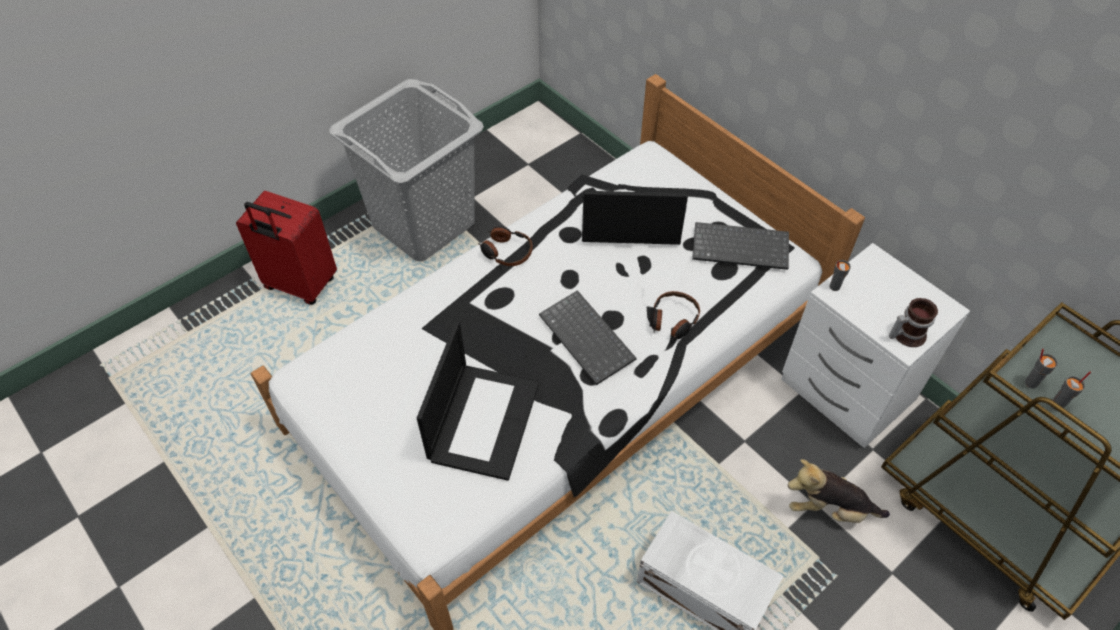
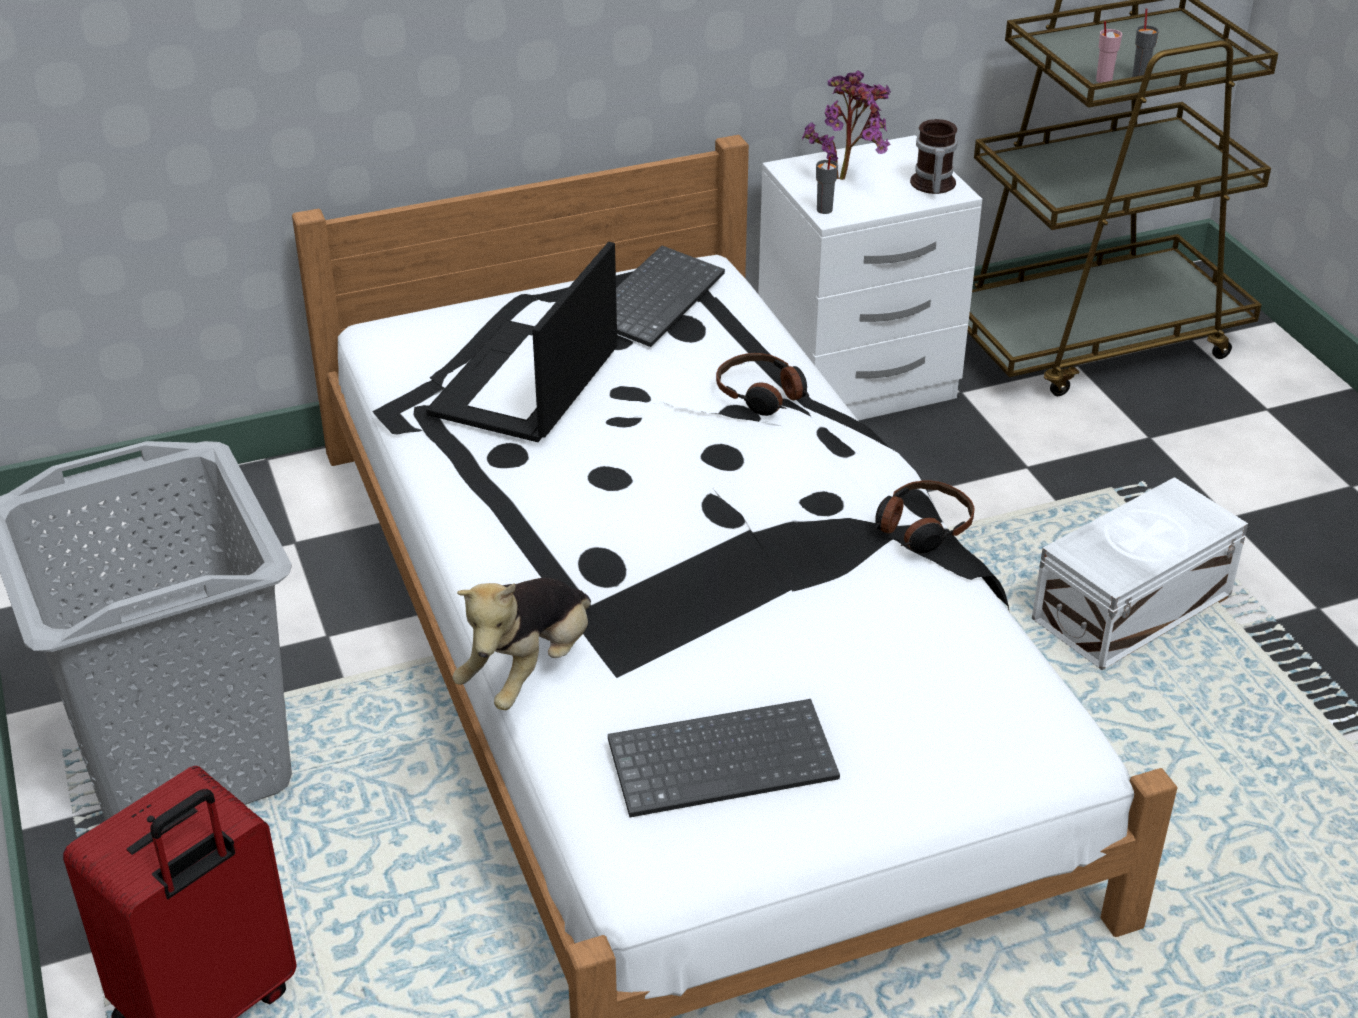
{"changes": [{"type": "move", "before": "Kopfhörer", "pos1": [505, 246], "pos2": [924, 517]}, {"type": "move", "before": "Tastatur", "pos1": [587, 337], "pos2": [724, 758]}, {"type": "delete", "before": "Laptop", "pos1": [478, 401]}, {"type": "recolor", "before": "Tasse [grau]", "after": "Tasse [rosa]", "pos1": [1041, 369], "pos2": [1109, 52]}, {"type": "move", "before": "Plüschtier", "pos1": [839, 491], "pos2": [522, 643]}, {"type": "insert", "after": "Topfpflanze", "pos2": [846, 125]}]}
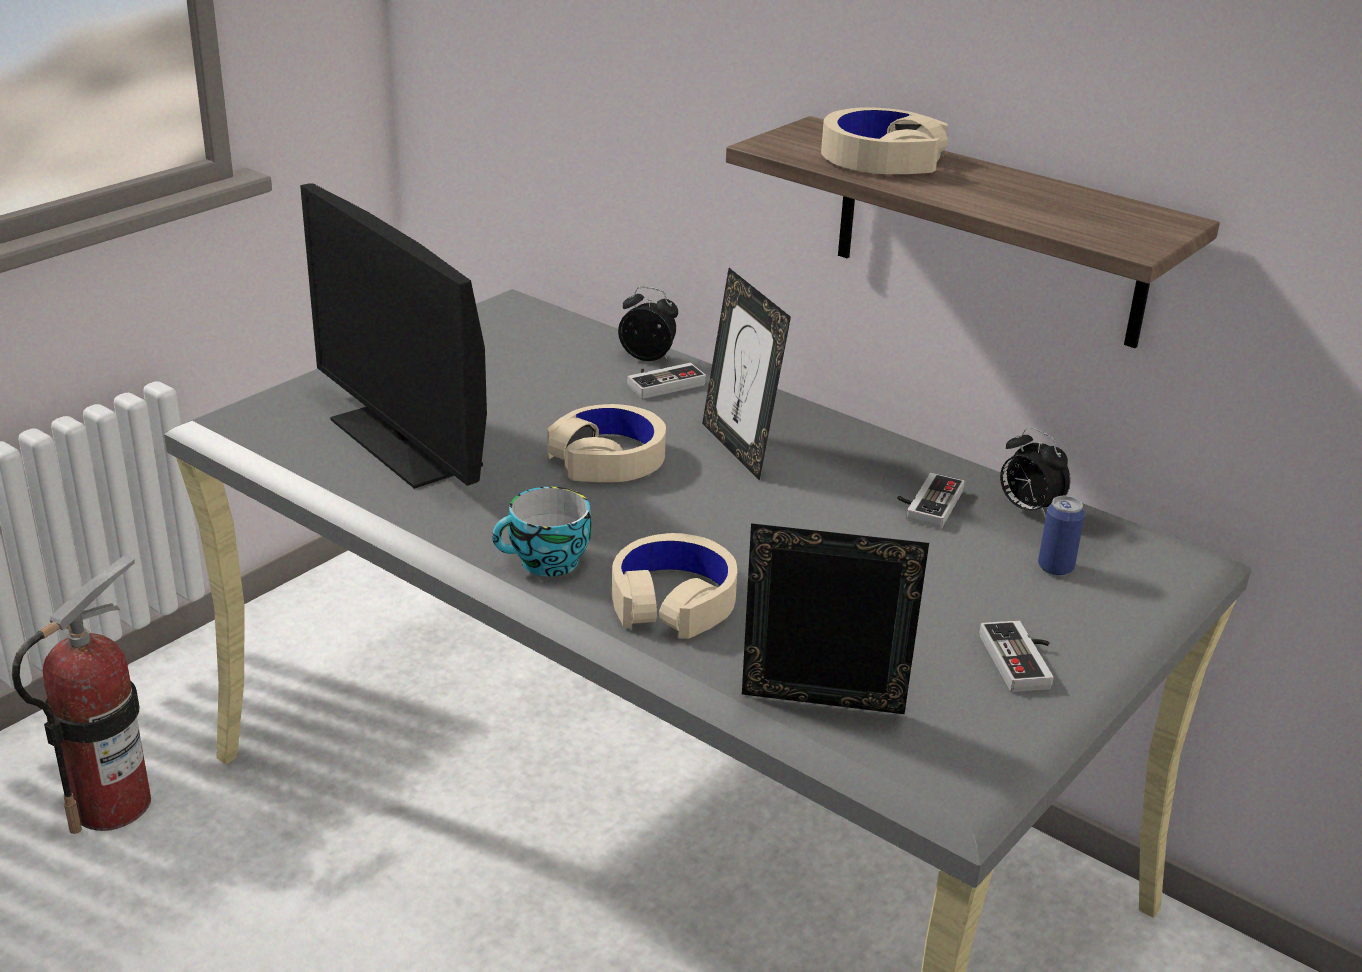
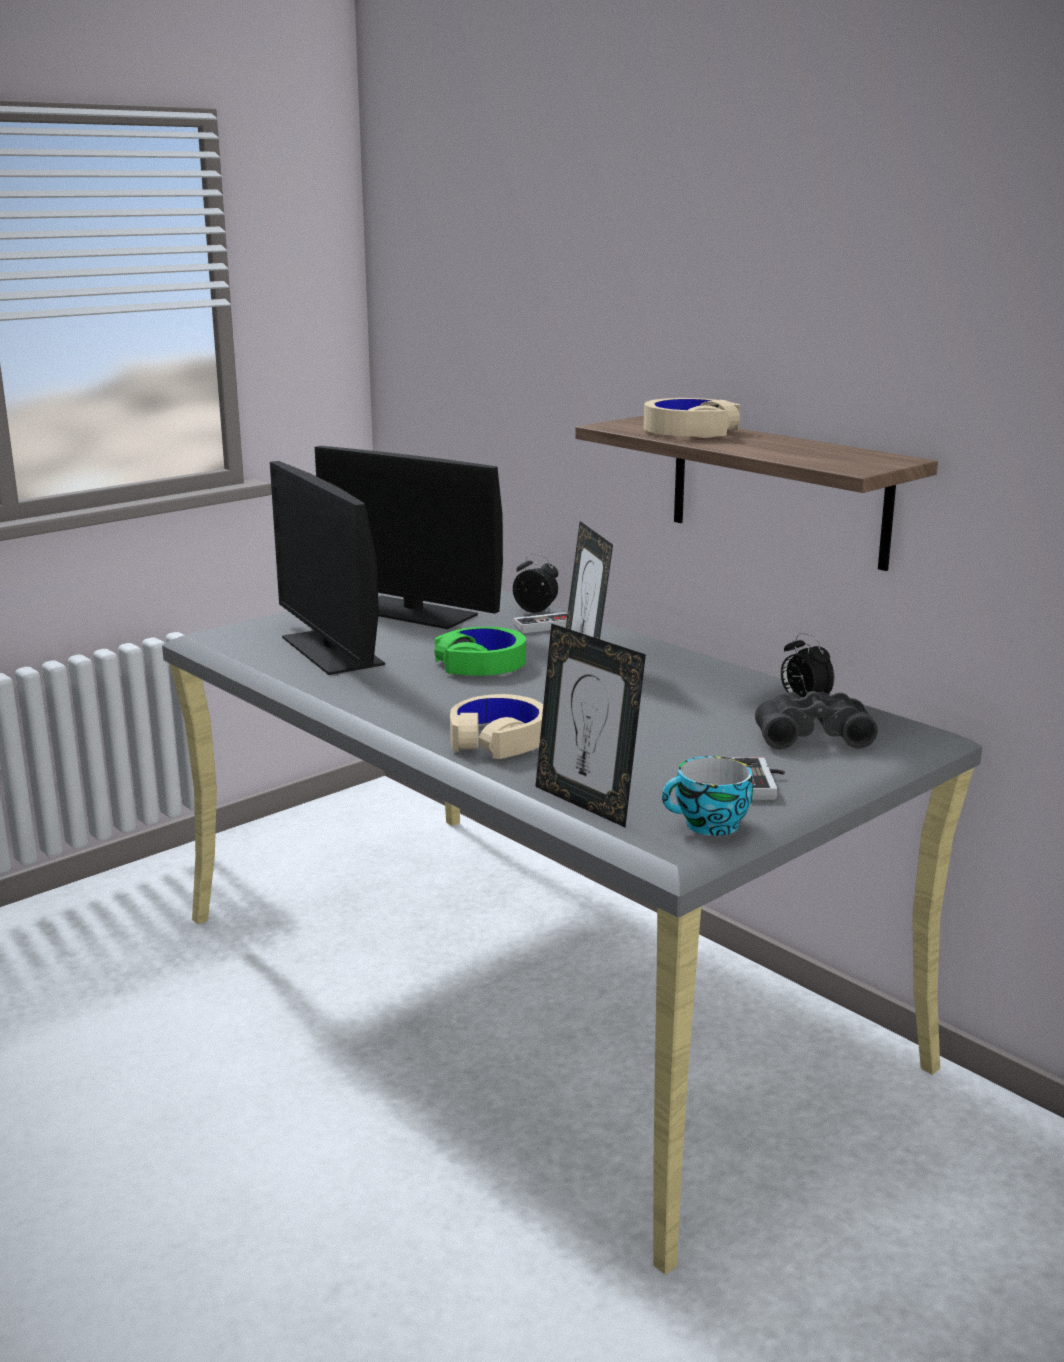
{"changes": [{"type": "recolor", "before": "Kopfhörer [beige]", "after": "Kopfhörer [grün]", "pos1": [606, 443], "pos2": [480, 651]}, {"type": "delete", "before": "Gamepad", "pos1": [931, 501]}, {"type": "move", "before": "Tasse", "pos1": [542, 532], "pos2": [707, 796]}, {"type": "replace", "before": "Dose", "after": "Fernglas [schwarz]", "pos1": [1061, 536], "pos2": [816, 720]}, {"type": "rotate", "before": "Bilderrahmen", "pos1": [835, 618], "pos2": [590, 725], "turn": -150}, {"type": "delete", "before": "Feuerlöscher", "pos1": [81, 694]}, {"type": "insert", "after": "Monitor", "pos2": [409, 537]}]}
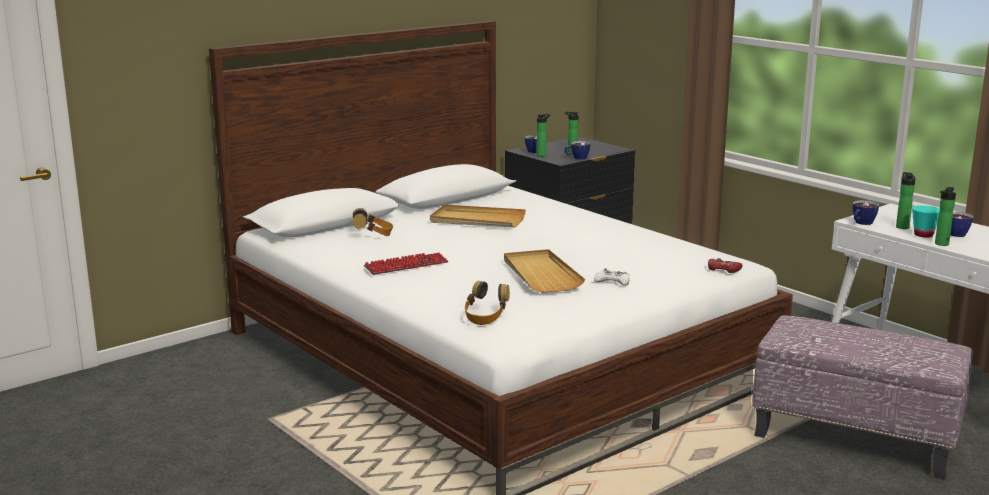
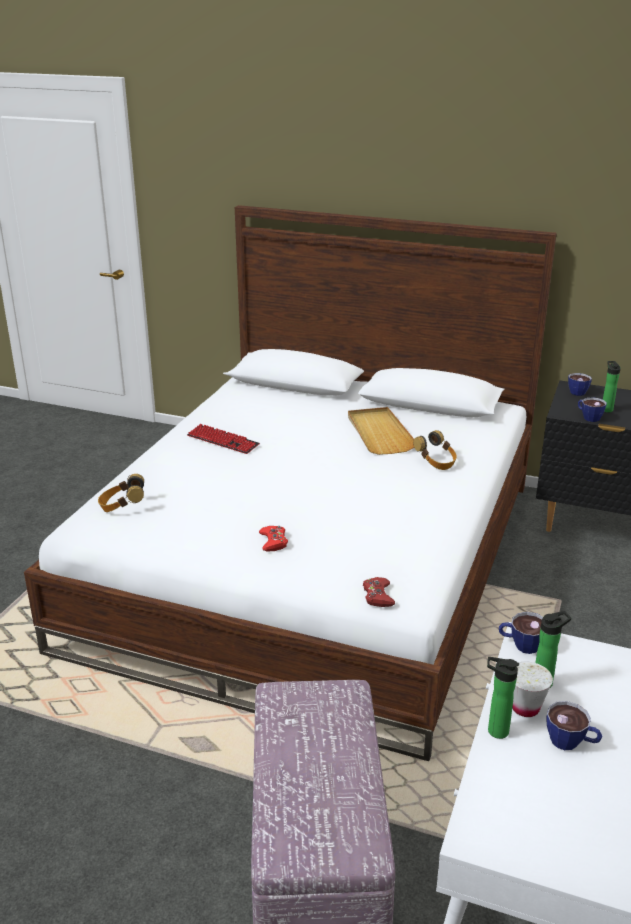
{"changes": [{"type": "delete", "before": "Flasche", "pos1": [543, 135]}, {"type": "recolor", "before": "Tasse [türkis]", "after": "Tasse [weiß]", "pos1": [926, 221], "pos2": [532, 689]}, {"type": "move", "before": "Kopfhörer", "pos1": [372, 222], "pos2": [435, 450]}, {"type": "delete", "before": "Tablett [beige]", "pos1": [544, 270]}, {"type": "recolor", "before": "Gamepad [weiß]", "after": "Gamepad [rot]", "pos1": [612, 277], "pos2": [273, 539]}]}
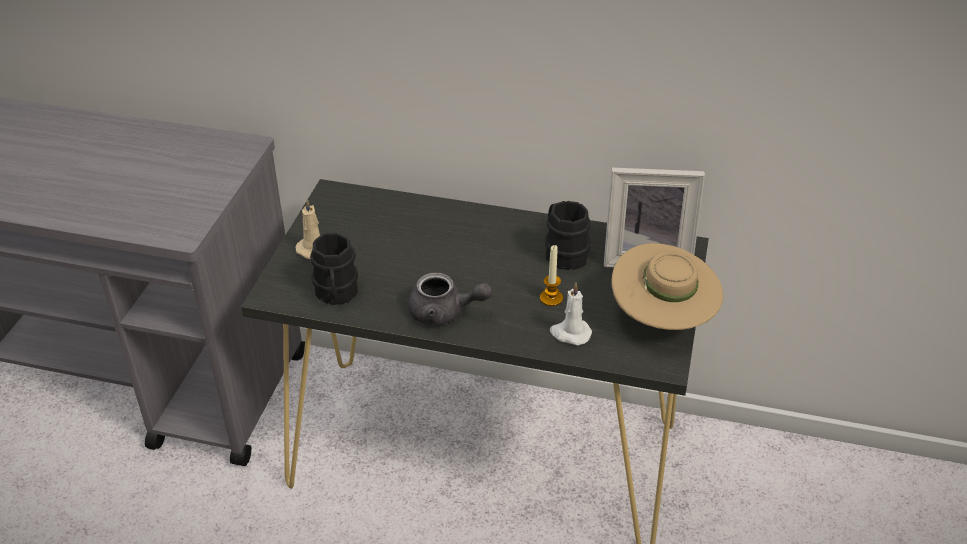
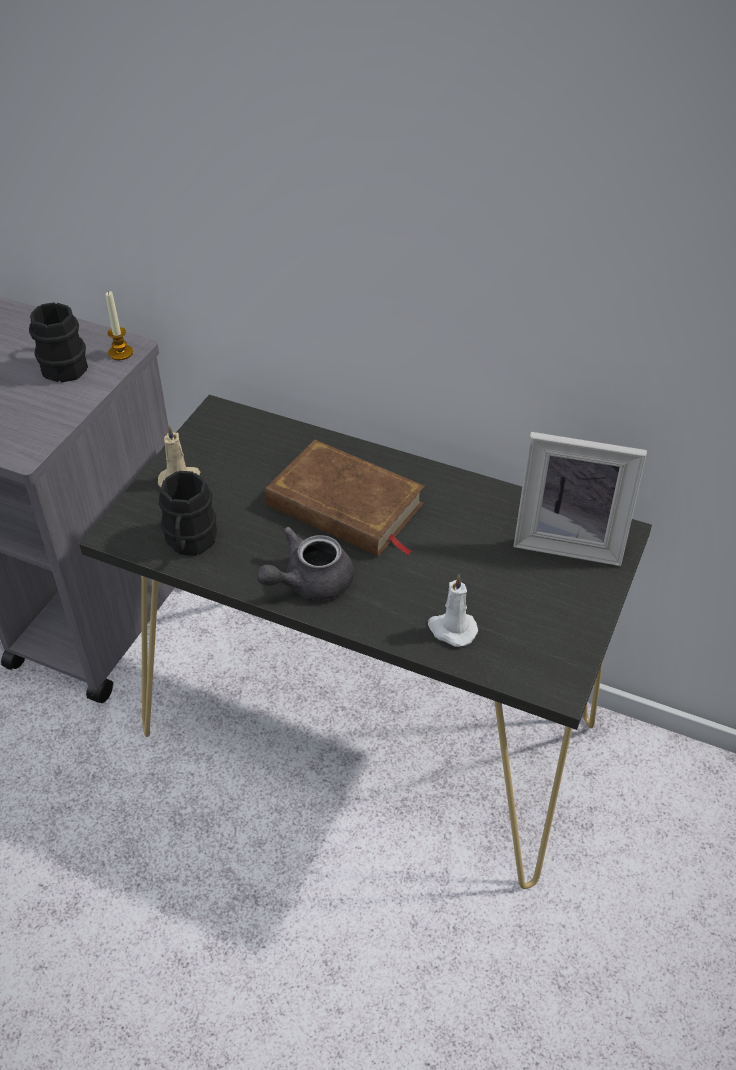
{"changes": [{"type": "move", "before": "Henkelbecher [schwarz]", "pos1": [567, 235], "pos2": [58, 342]}, {"type": "delete", "before": "Hut [beige]", "pos1": [667, 286]}, {"type": "move", "before": "Kerze", "pos1": [551, 275], "pos2": [119, 325]}, {"type": "rotate", "before": "Teekanne [grau]", "pos1": [450, 298], "pos2": [305, 563], "turn": 120}, {"type": "insert", "after": "Buch [braun]", "pos2": [345, 498]}]}
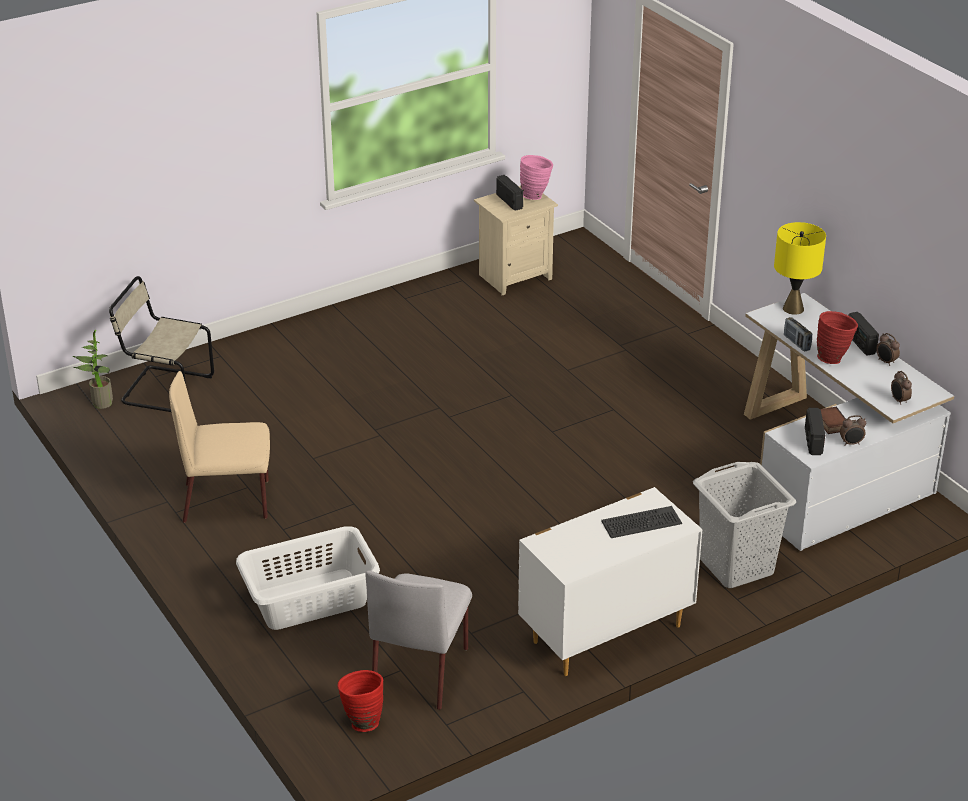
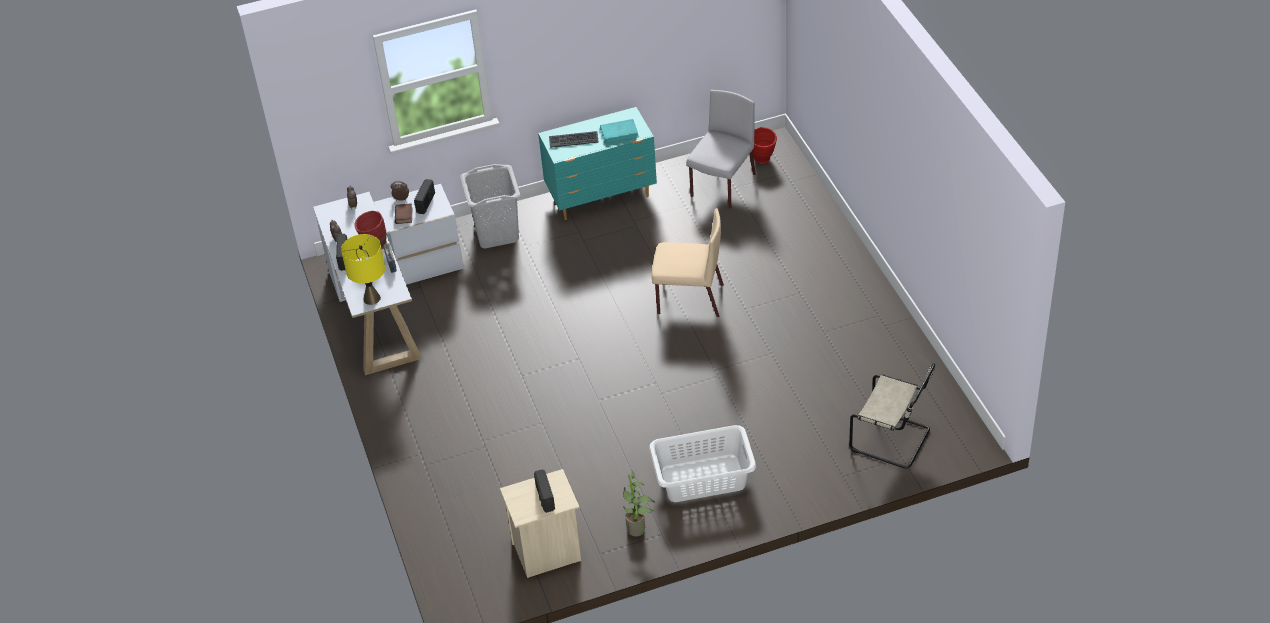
{"changes": [{"type": "delete", "before": "Vase [rosa]", "pos1": [536, 177]}, {"type": "move", "before": "Topfpflanze", "pos1": [93, 369], "pos2": [639, 504]}, {"type": "move", "before": "Stuhl [beige]", "pos1": [219, 447], "pos2": [688, 262]}, {"type": "recolor", "before": "Kommode [weiß]", "after": "Kommode [türkis]", "pos1": [610, 581], "pos2": [597, 163]}, {"type": "move", "before": "Wäschekorb [weiß]", "pos1": [308, 578], "pos2": [702, 463]}, {"type": "insert", "after": "Buch [türkis]", "pos2": [619, 131]}]}
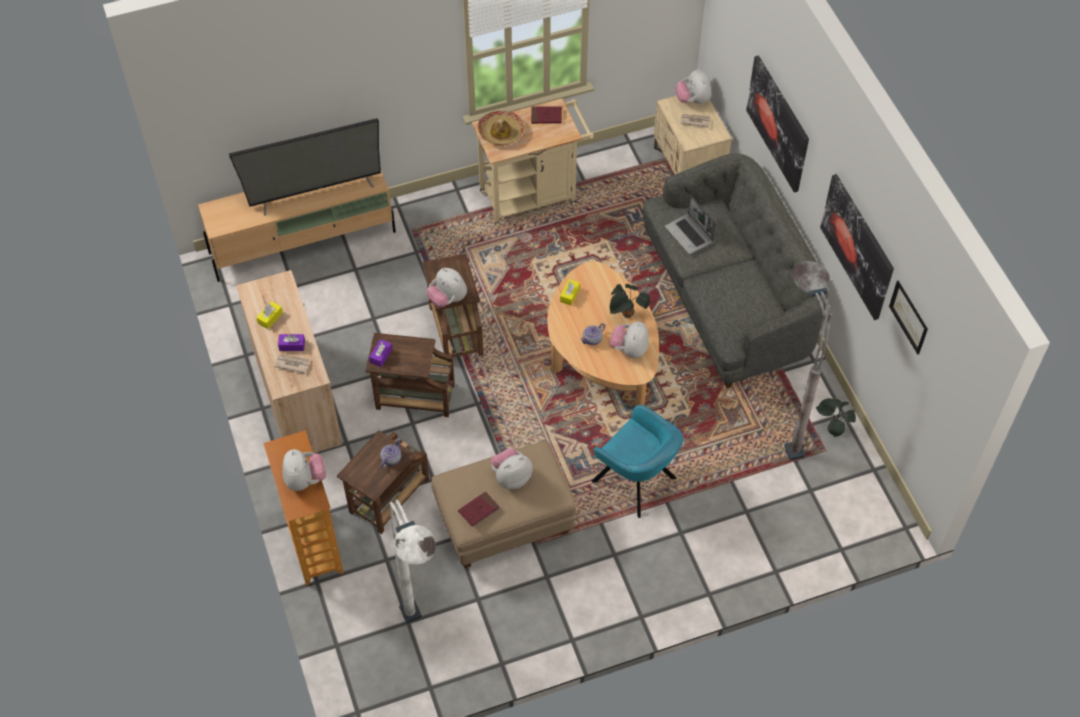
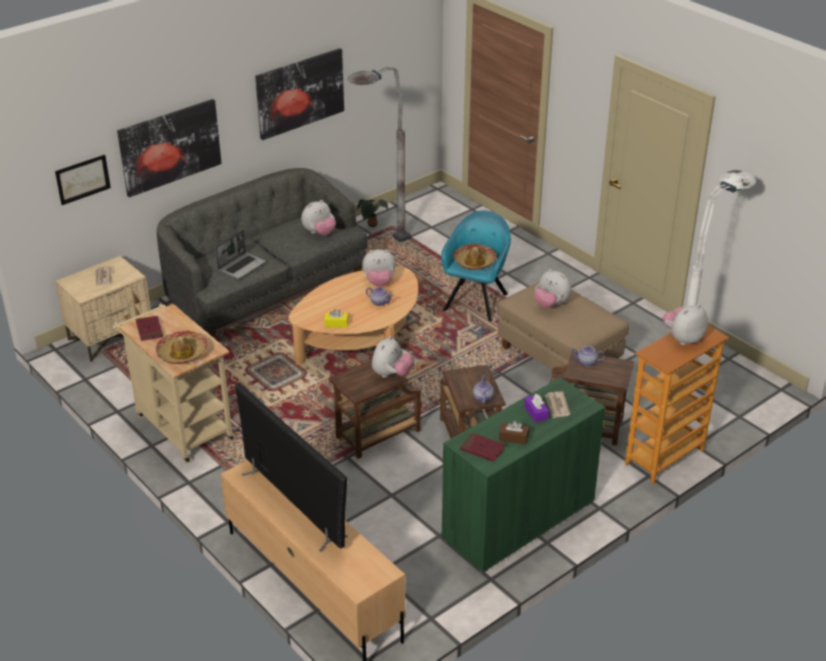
{"changes": [{"type": "move", "before": "Plüschtier", "pos1": [693, 86], "pos2": [318, 218]}, {"type": "recolor", "before": "Schrank [beige]", "after": "Schrank [grün]", "pos1": [289, 361], "pos2": [523, 475]}, {"type": "move", "before": "Bild", "pos1": [908, 317], "pos2": [83, 180]}, {"type": "delete", "before": "Topfpflanze", "pos1": [630, 301]}, {"type": "recolor", "before": "Taschentuchbox [gelb]", "after": "Taschentuchbox [braun]", "pos1": [269, 315], "pos2": [514, 433]}, {"type": "replace", "before": "Taschentuchbox [lila]", "after": "Teekanne", "pos1": [380, 353], "pos2": [483, 389]}, {"type": "move", "before": "Buch [rot]", "pos1": [478, 509], "pos2": [482, 447]}, {"type": "insert", "after": "Hut", "pos2": [475, 257]}]}
